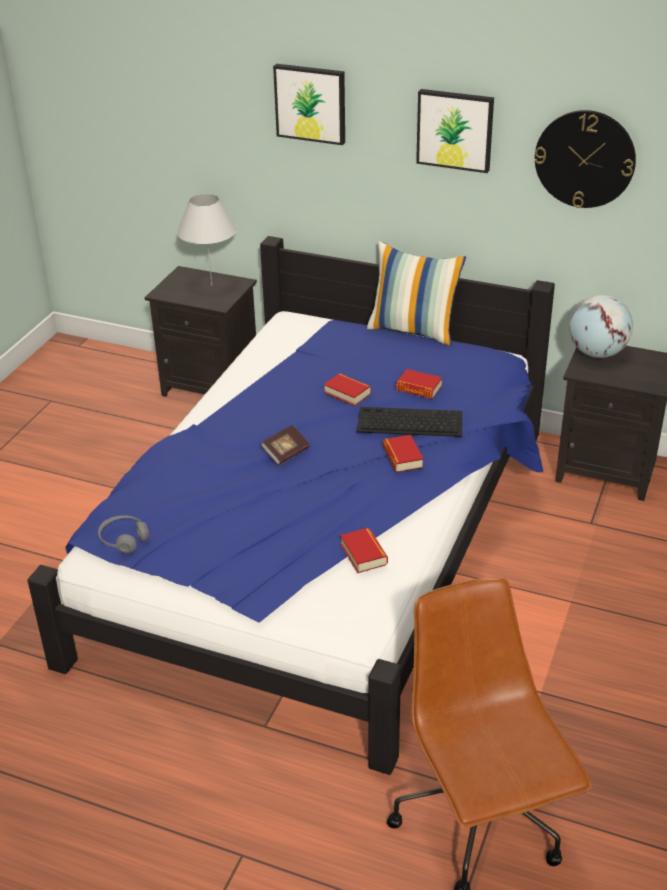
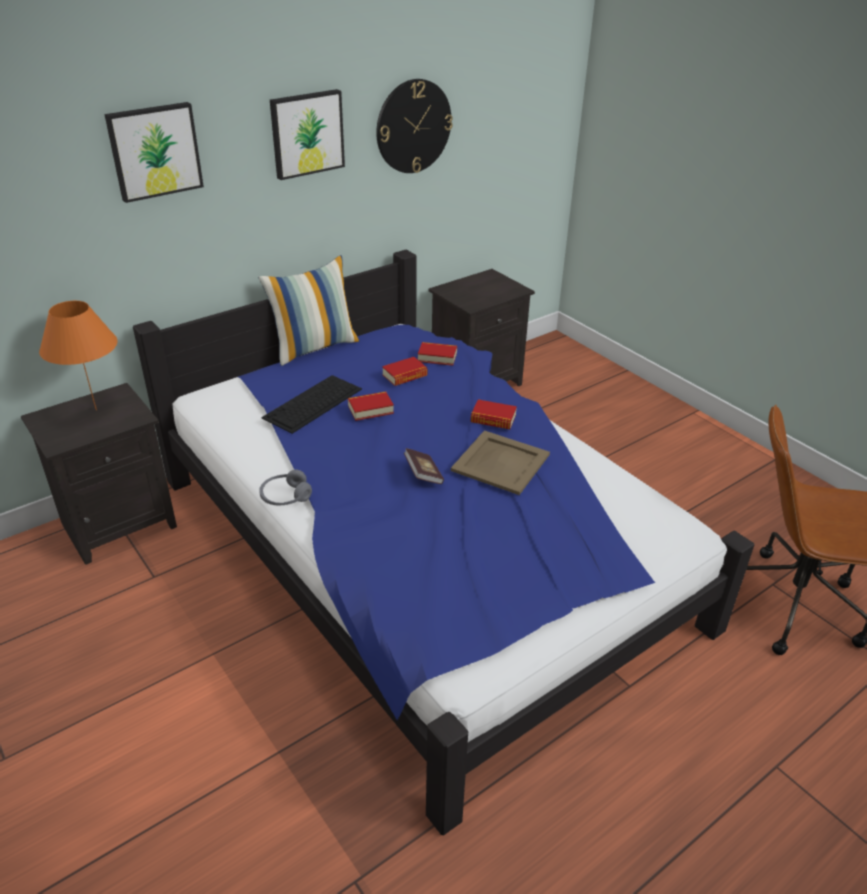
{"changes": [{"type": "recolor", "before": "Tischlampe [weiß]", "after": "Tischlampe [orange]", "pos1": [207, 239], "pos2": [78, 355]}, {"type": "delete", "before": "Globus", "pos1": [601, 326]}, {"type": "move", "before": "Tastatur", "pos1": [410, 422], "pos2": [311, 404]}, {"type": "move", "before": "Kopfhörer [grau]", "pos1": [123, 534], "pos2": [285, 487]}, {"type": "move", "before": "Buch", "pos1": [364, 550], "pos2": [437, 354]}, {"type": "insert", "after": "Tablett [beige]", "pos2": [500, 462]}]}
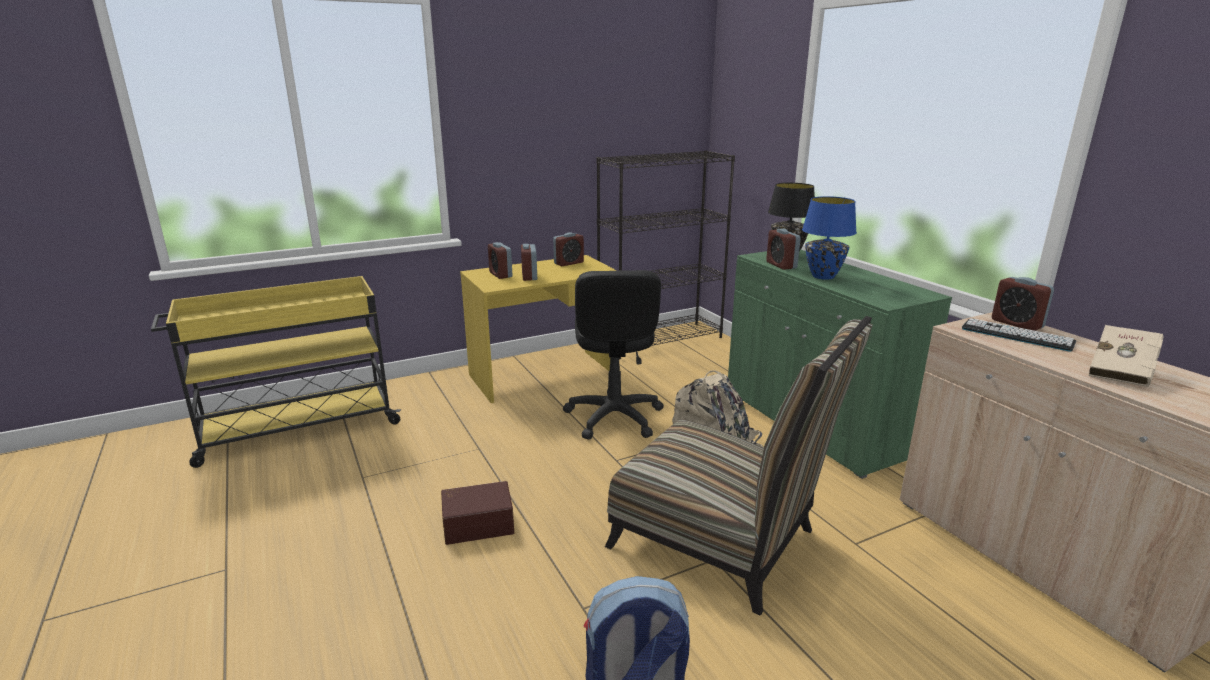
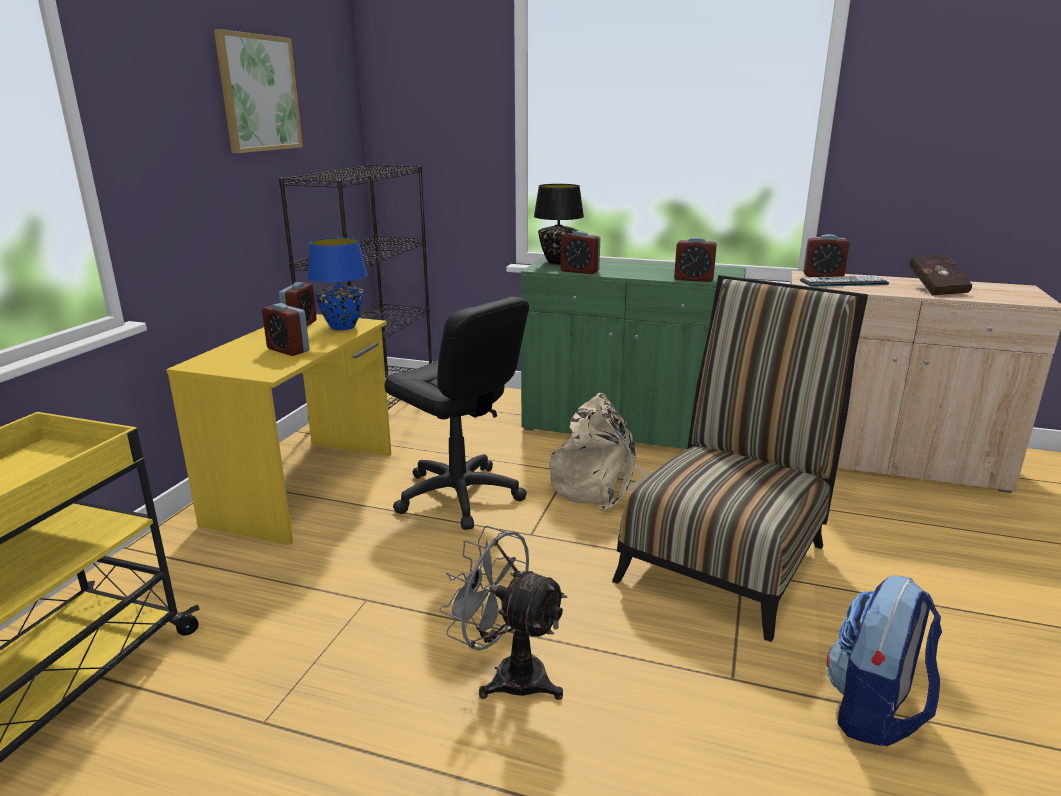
{"changes": [{"type": "move", "before": "Tischlampe [blau]", "pos1": [829, 238], "pos2": [338, 283]}, {"type": "move", "before": "Wecker", "pos1": [500, 260], "pos2": [695, 259]}, {"type": "rotate", "before": "Stuhl", "pos1": [739, 466], "pos2": [740, 458], "turn": -45}, {"type": "recolor", "before": "Buch [beige]", "after": "Buch [rot]", "pos1": [1126, 356], "pos2": [940, 275]}, {"type": "replace", "before": "Aufbewahrungsbox [braun]", "after": "Ventilator [grau]", "pos1": [477, 513], "pos2": [503, 613]}, {"type": "insert", "after": "Bild", "pos2": [258, 91]}]}
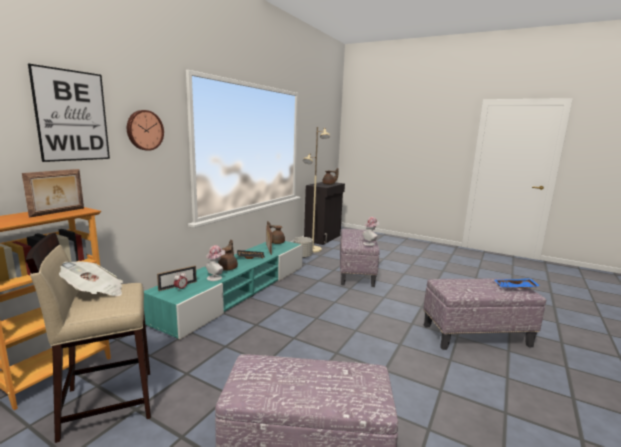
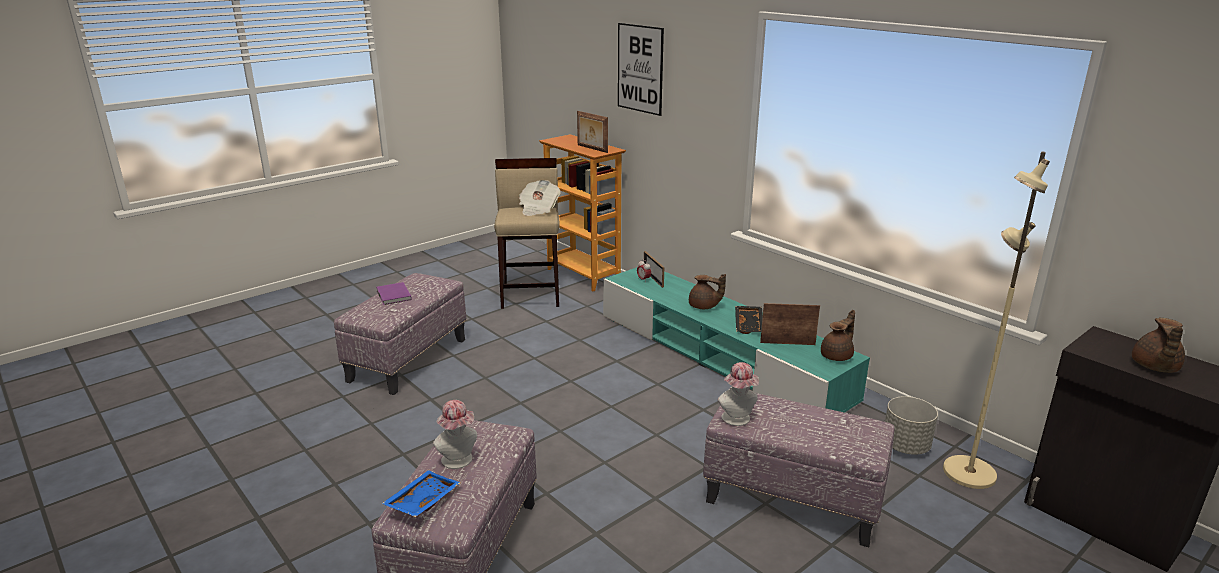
{"changes": [{"type": "delete", "before": "Wanduhr", "pos1": [145, 130]}, {"type": "move", "before": "Hut", "pos1": [215, 263], "pos2": [455, 434]}, {"type": "insert", "after": "Buch [lila]", "pos2": [394, 293]}]}
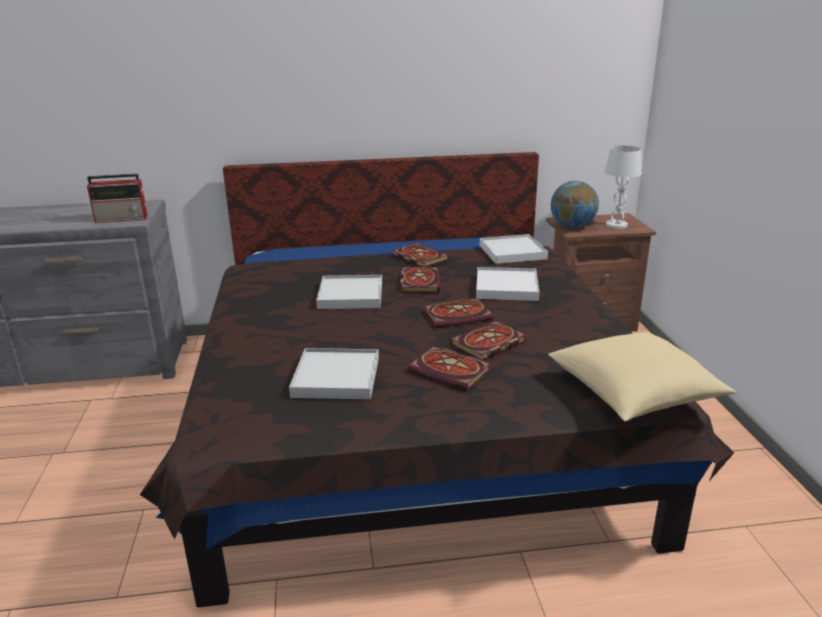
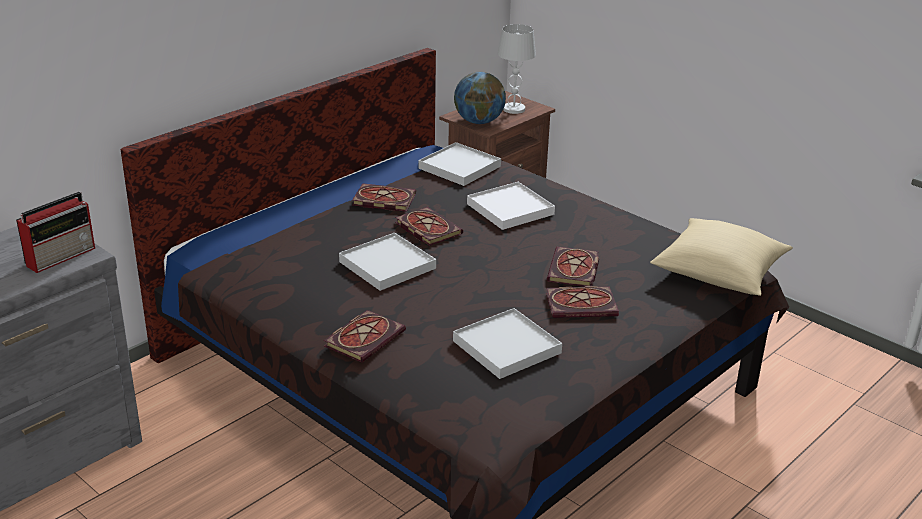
{"changes": [{"type": "move", "before": "Buch", "pos1": [459, 313], "pos2": [365, 336]}]}
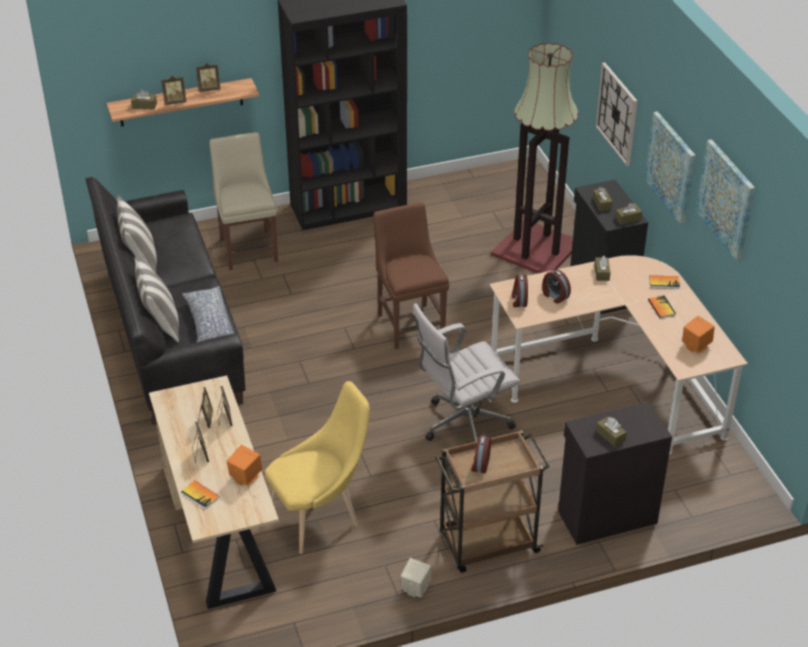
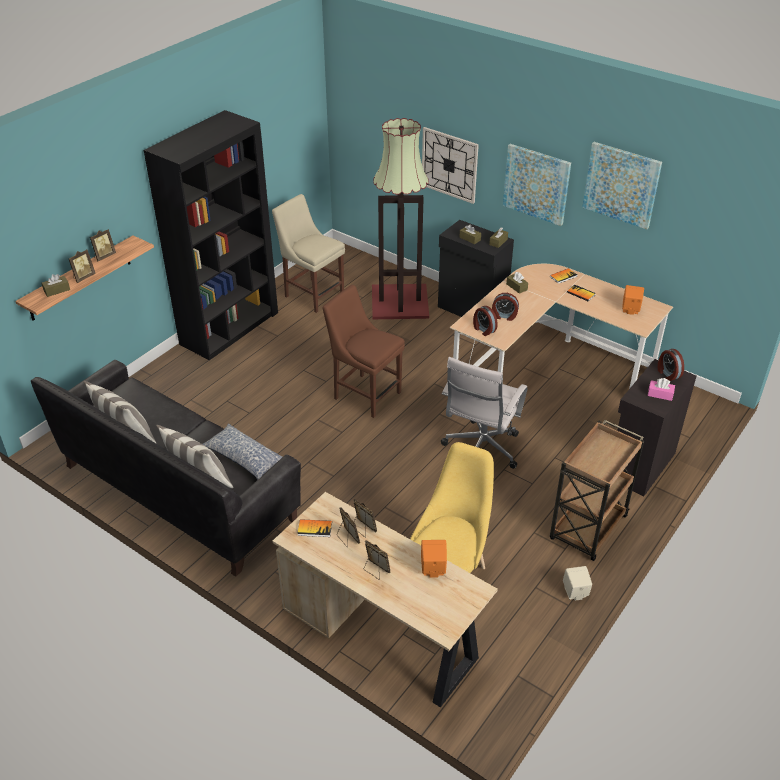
{"changes": [{"type": "move", "before": "Stuhl [beige]", "pos1": [243, 201], "pos2": [308, 253]}, {"type": "recolor", "before": "Taschentuchbox [braun]", "after": "Taschentuchbox [rosa]", "pos1": [611, 432], "pos2": [661, 389]}, {"type": "move", "before": "Wecker", "pos1": [481, 454], "pos2": [671, 365]}, {"type": "move", "before": "Buch", "pos1": [200, 495], "pos2": [314, 528]}]}
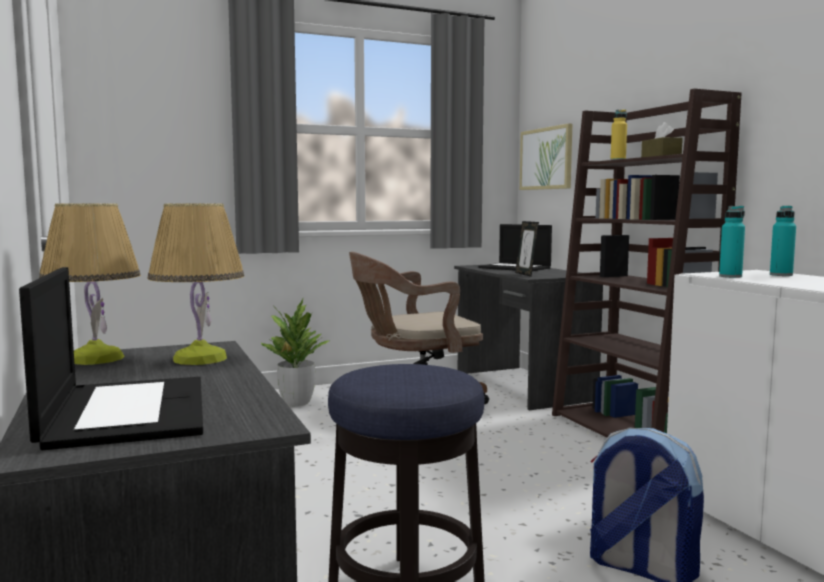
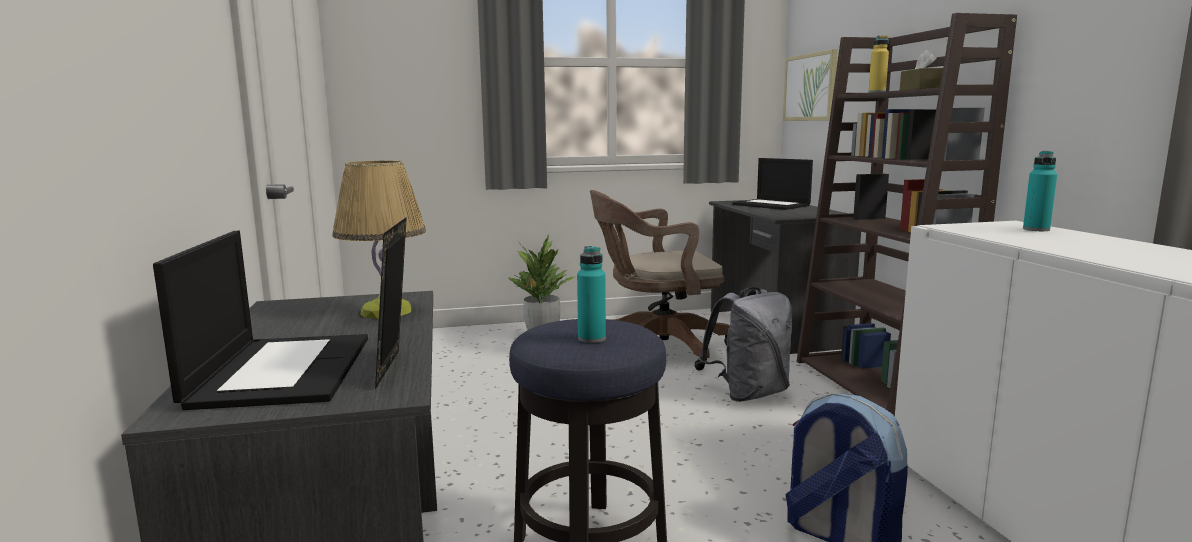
{"changes": [{"type": "delete", "before": "Tischlampe", "pos1": [89, 284]}, {"type": "move", "before": "Flasche [türkis]", "pos1": [732, 242], "pos2": [591, 294]}, {"type": "move", "before": "Bilderrahmen", "pos1": [527, 249], "pos2": [391, 303]}, {"type": "insert", "after": "Rucksack [grau]", "pos2": [745, 344]}]}
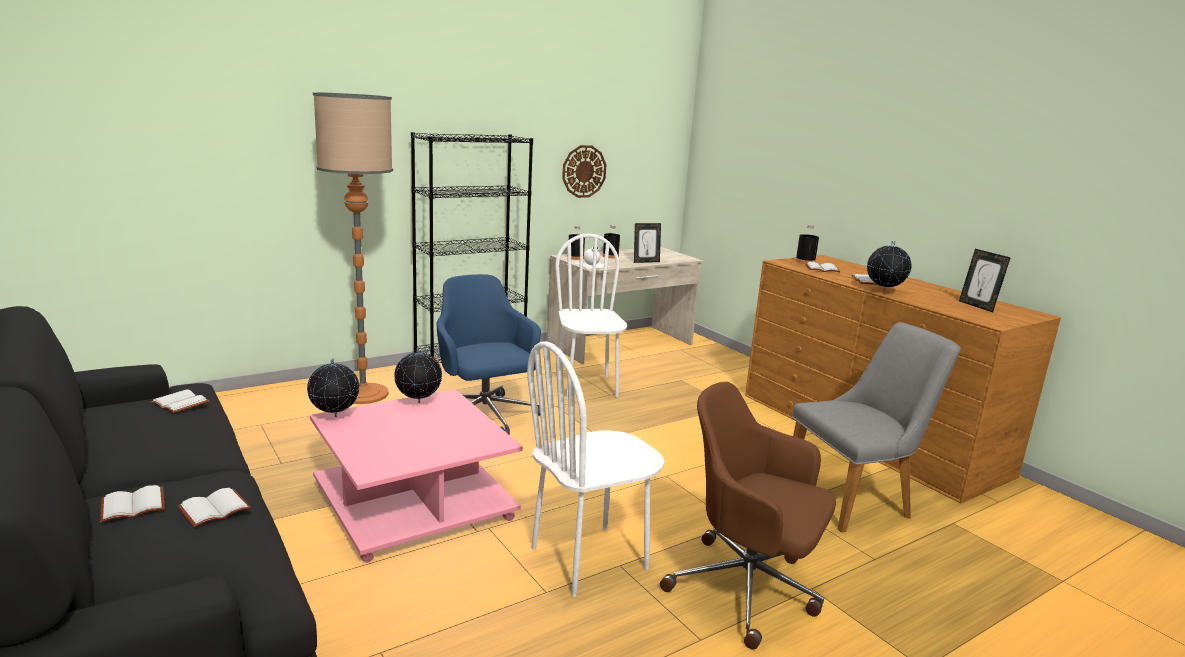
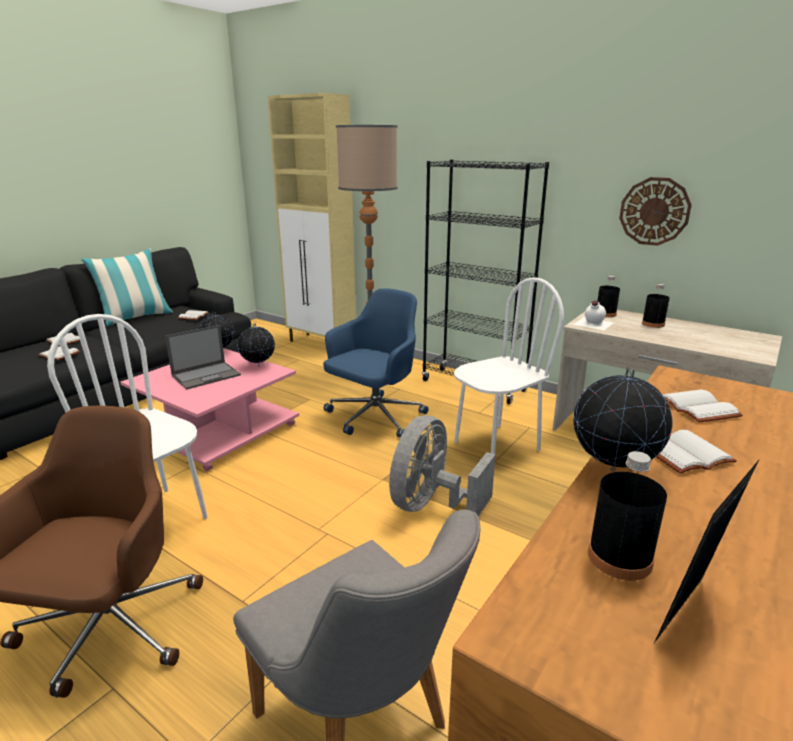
{"changes": [{"type": "delete", "before": "Bilderrahmen", "pos1": [647, 243]}, {"type": "move", "before": "Flasche [schwarz]", "pos1": [807, 244], "pos2": [627, 515]}, {"type": "insert", "after": "Schrank [beige]", "pos2": [311, 217]}, {"type": "insert", "after": "Kissen", "pos2": [127, 287]}, {"type": "insert", "after": "Laptop", "pos2": [203, 357]}, {"type": "insert", "after": "Ventilator [grau]", "pos2": [442, 465]}]}
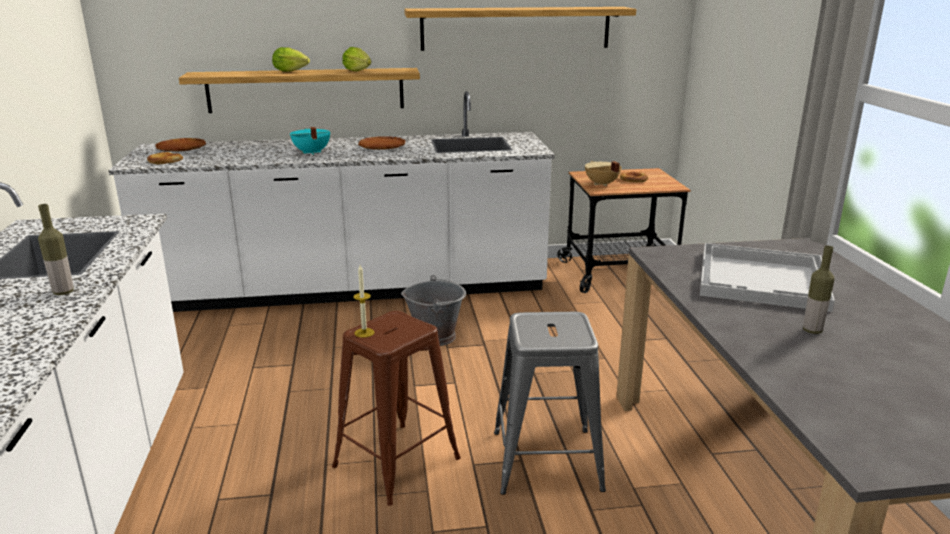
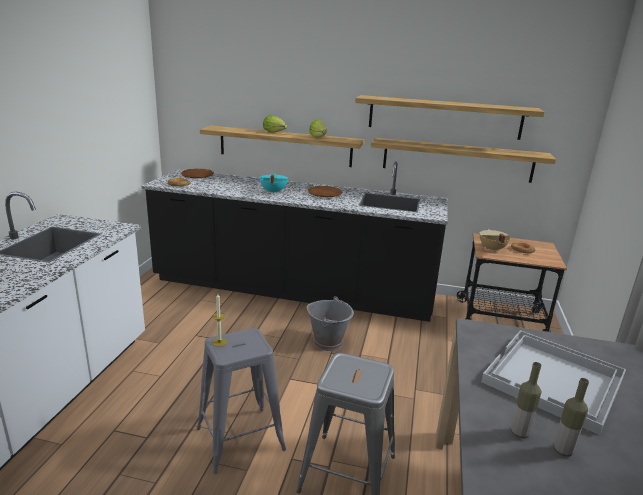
{"changes": [{"type": "recolor", "before": "Küchenzeile [weiß]", "after": "Küchenzeile [schwarz]", "pos1": [331, 201], "pos2": [294, 241]}, {"type": "move", "before": "Flasche", "pos1": [56, 249], "pos2": [526, 400]}, {"type": "recolor", "before": "Hocker [braun]", "after": "Hocker [grau]", "pos1": [396, 408], "pos2": [241, 401]}, {"type": "insert", "after": "Wandregal", "pos2": [463, 160]}]}
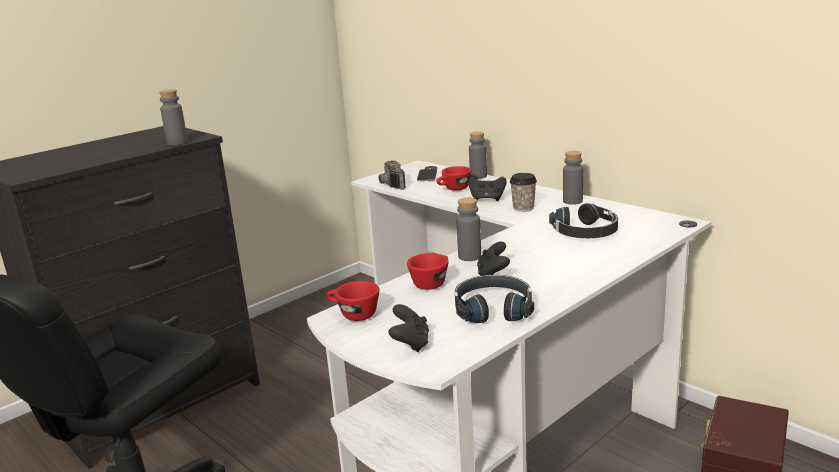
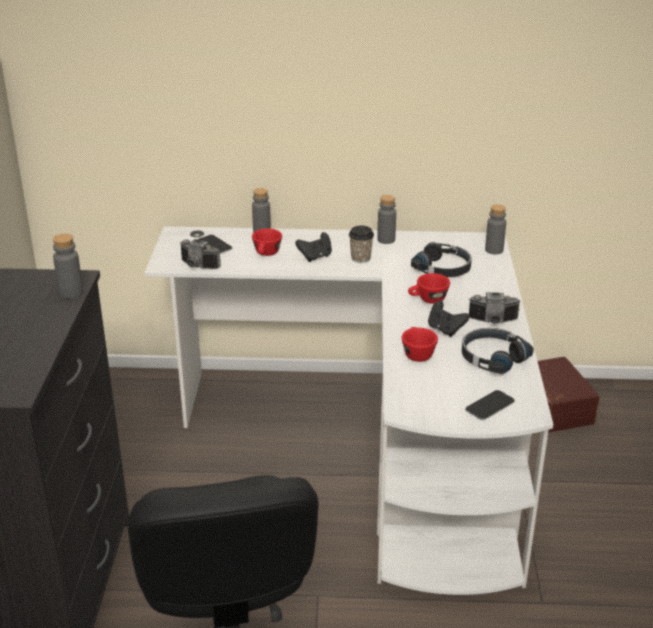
{"changes": [{"type": "move", "before": "Flasche [grau]", "pos1": [468, 229], "pos2": [495, 229]}, {"type": "move", "before": "Tasse [rot]", "pos1": [352, 301], "pos2": [429, 288]}, {"type": "replace", "before": "Gamepad [schwarz]", "after": "Handy", "pos1": [408, 328], "pos2": [490, 405]}, {"type": "insert", "after": "Kamera", "pos2": [495, 308]}]}
